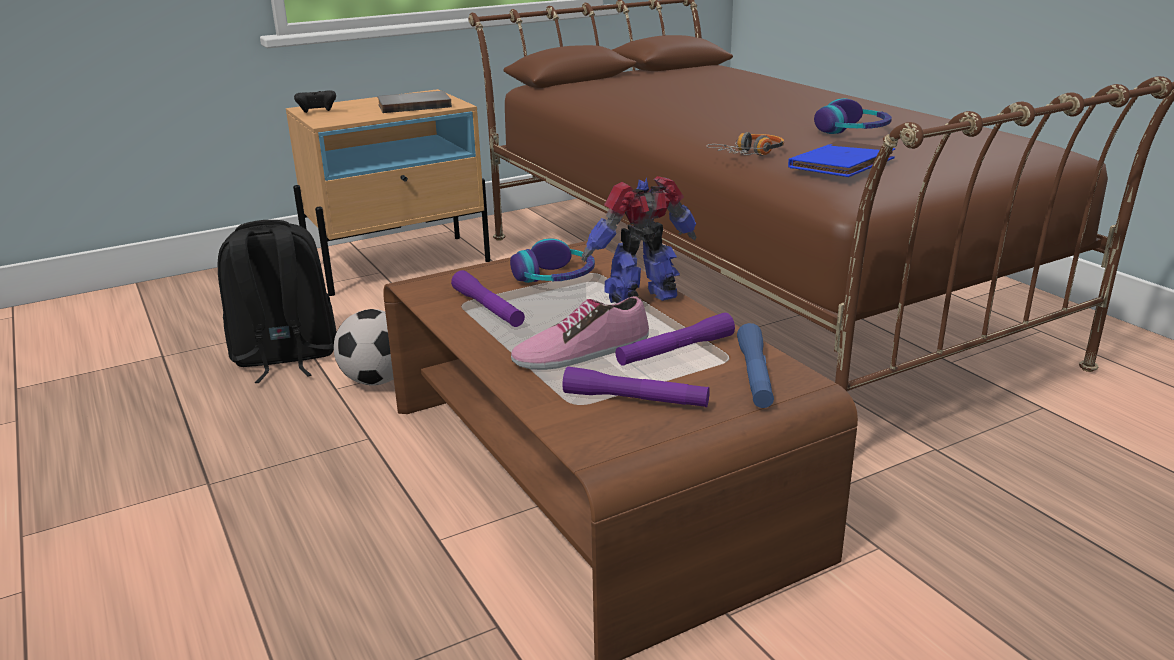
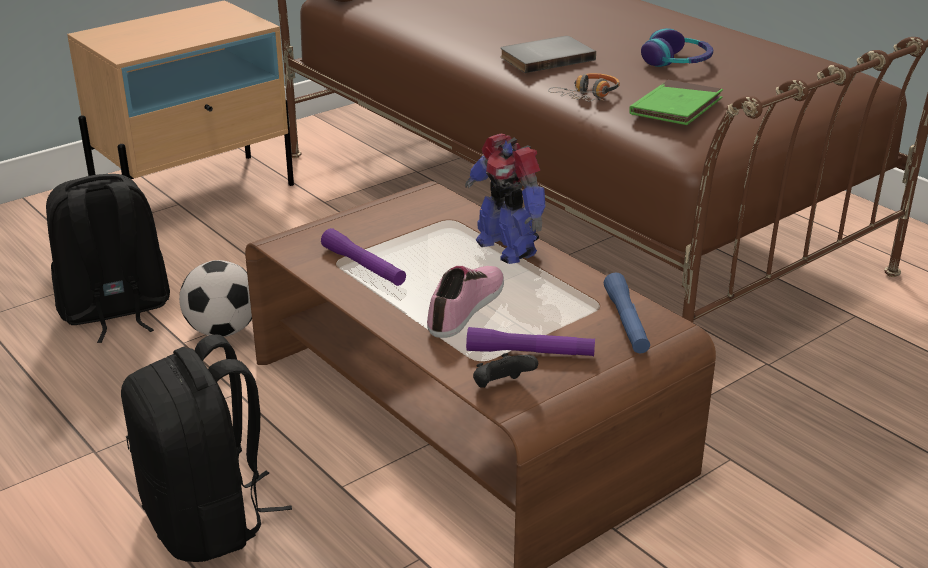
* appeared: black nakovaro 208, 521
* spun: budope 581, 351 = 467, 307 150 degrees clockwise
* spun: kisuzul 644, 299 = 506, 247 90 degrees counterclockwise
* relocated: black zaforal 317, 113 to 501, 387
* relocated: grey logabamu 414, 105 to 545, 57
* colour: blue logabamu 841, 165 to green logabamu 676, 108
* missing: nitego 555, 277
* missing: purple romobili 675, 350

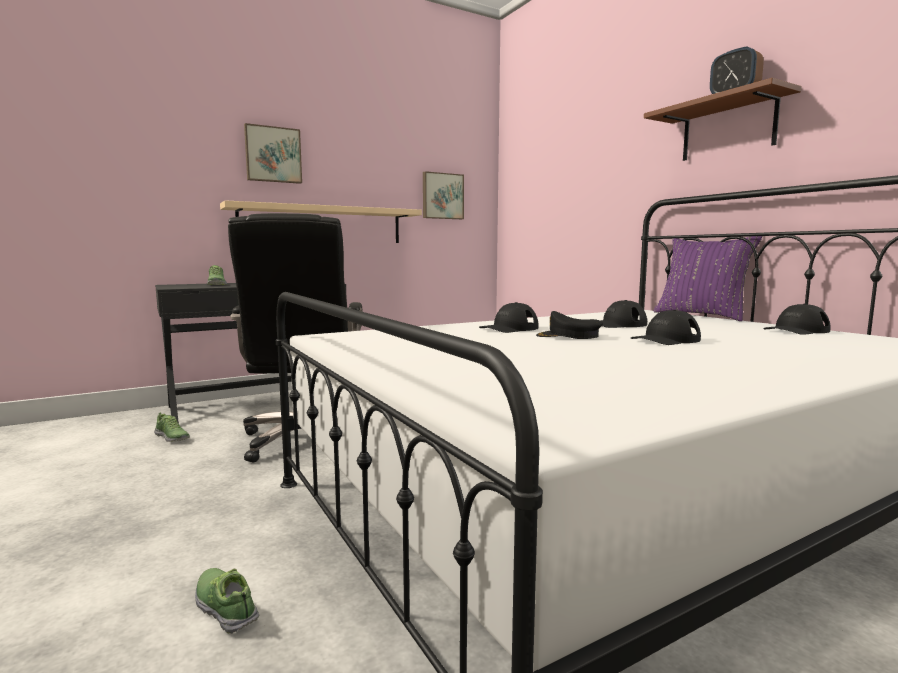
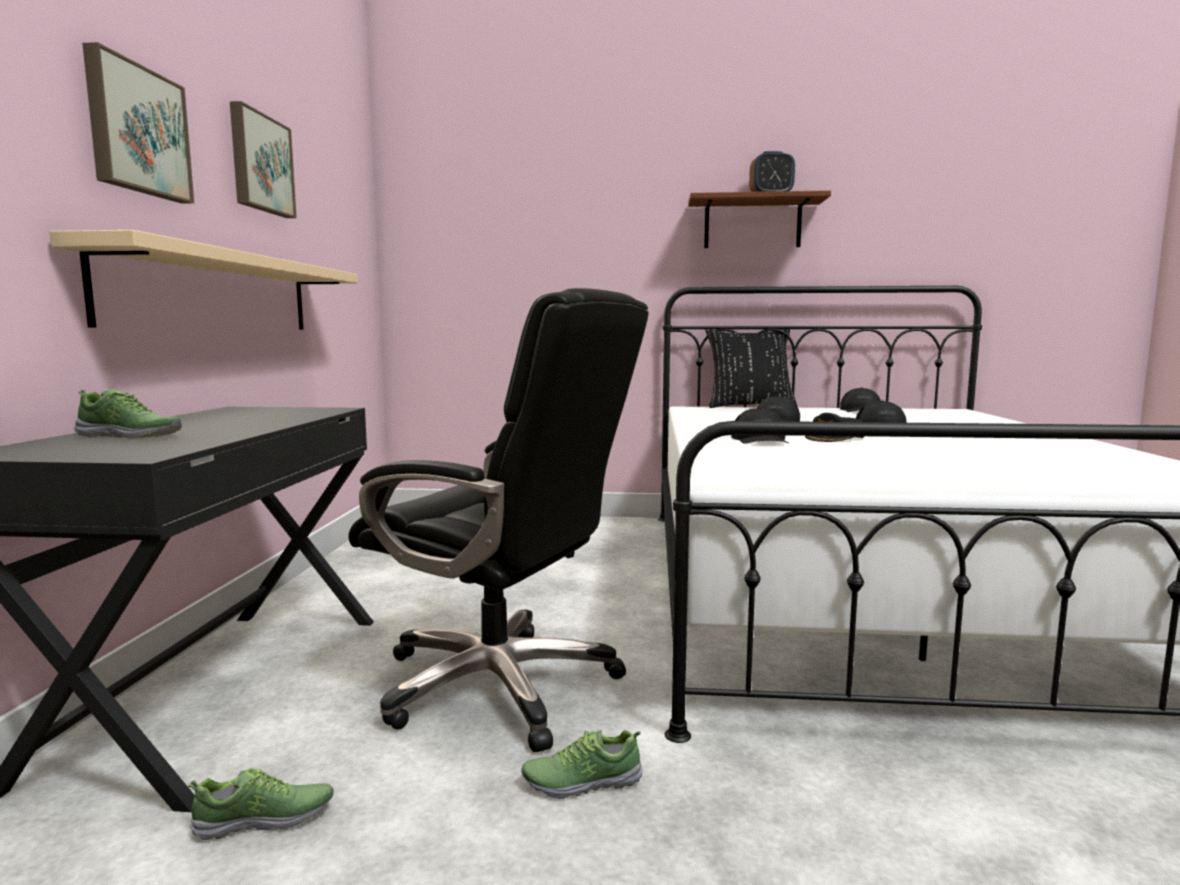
* relocated: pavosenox 442, 196 to 260, 164
* relocated: budope 226, 607 to 582, 781
* colour: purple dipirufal 701, 316 to black dipirufal 749, 407

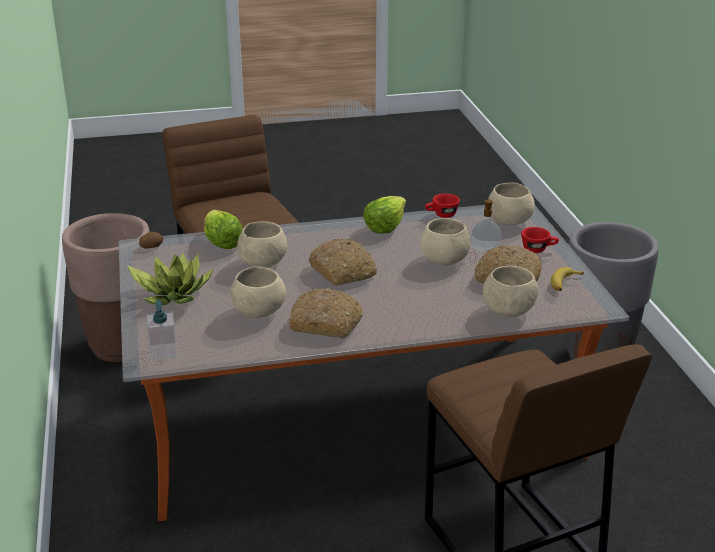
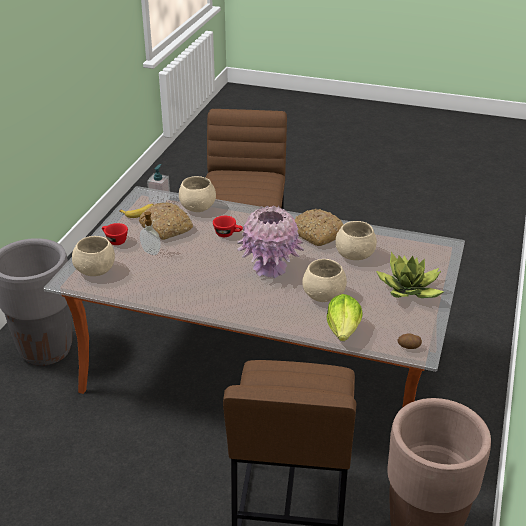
* relocated: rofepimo 163, 351 to 159, 199
* relocated: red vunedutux 441, 215 to 228, 234
* exchanged: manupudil 343, 271 to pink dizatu 270, 268
* missing: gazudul 385, 226
* missing: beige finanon 445, 260

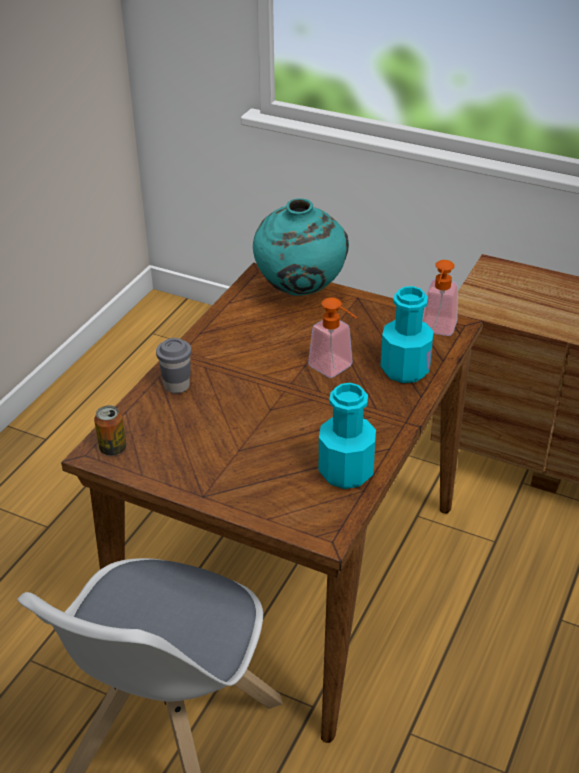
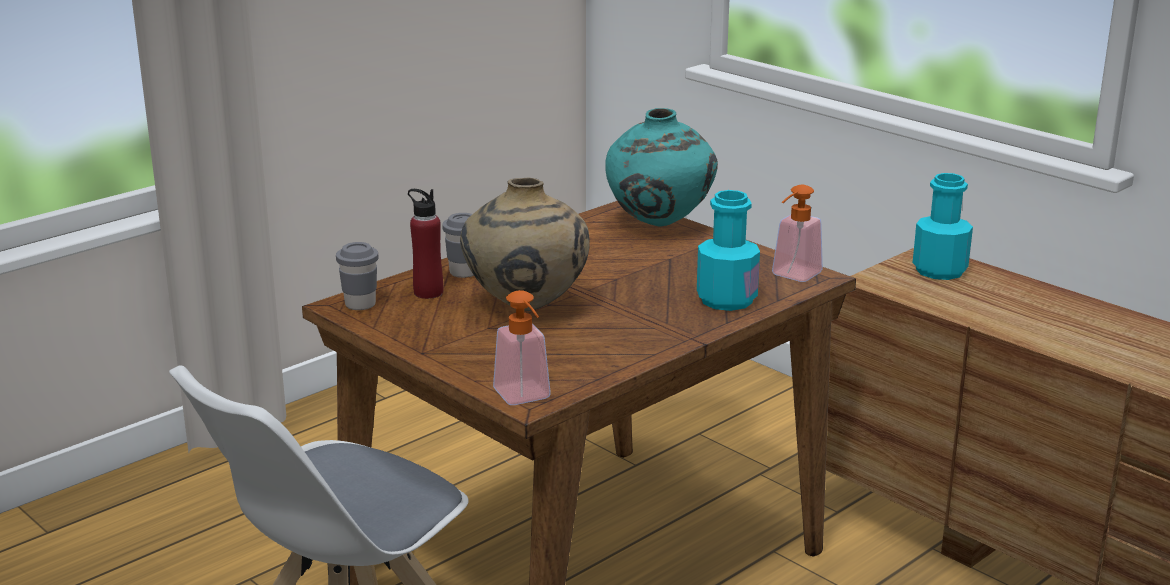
* exchanged: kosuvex 113, 448 to grey vunedutux 360, 304
* appeared: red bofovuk 428, 292
* appeared: beige dizatu 525, 308
* relocated: rofepimo 335, 369 to 525, 398
* relocated: turquoise bofovuk 346, 472 to 939, 270

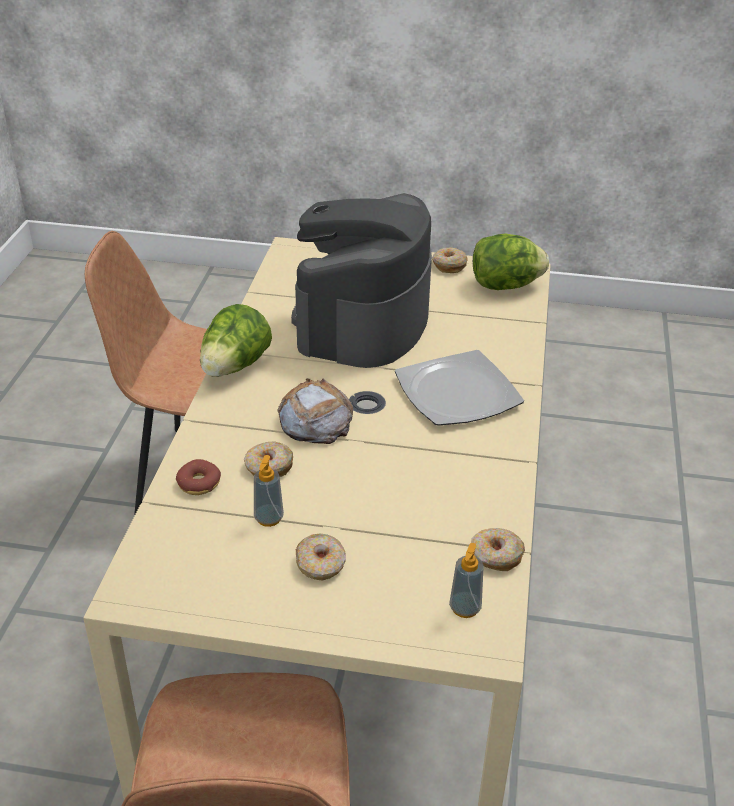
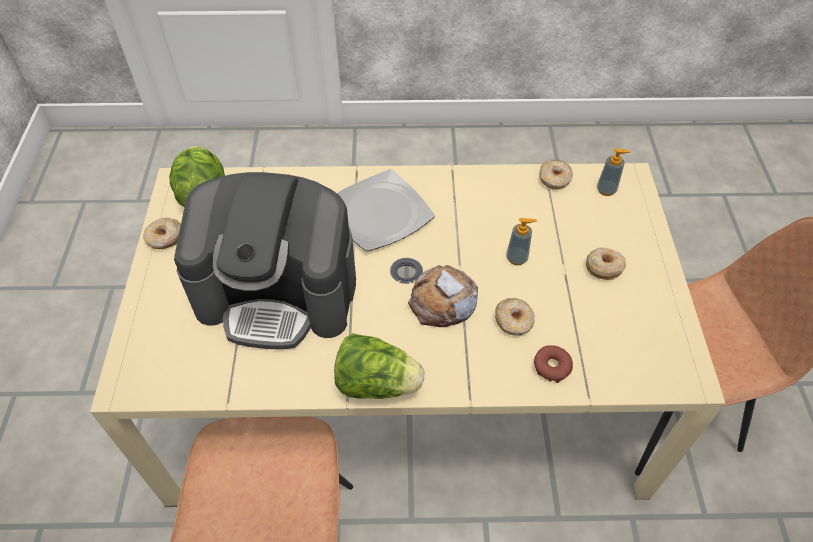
* relocated: rofepimo 268, 518 to 517, 258

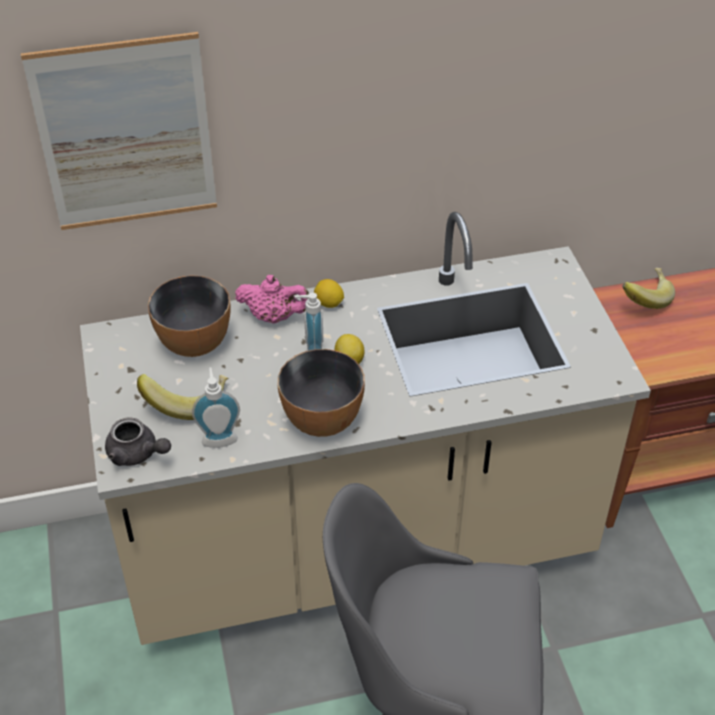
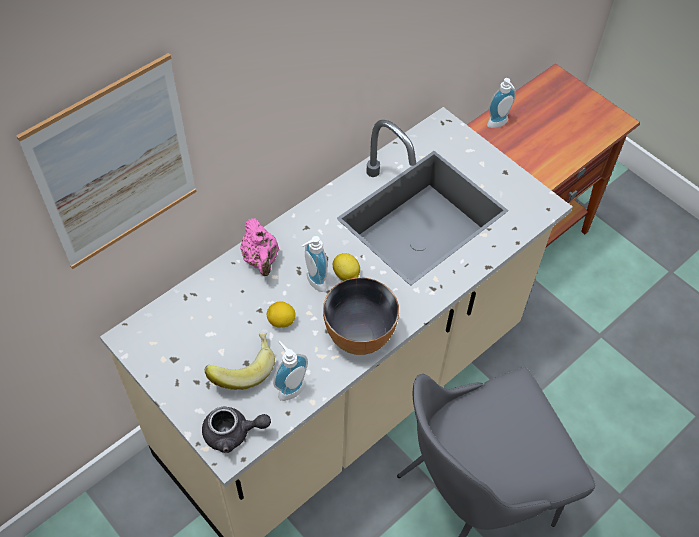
* spun: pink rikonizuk 274, 317 = 261, 260 90 degrees clockwise
* relocated: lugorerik 328, 304 to 281, 321
* exchanged: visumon 643, 298 to rofepimo 499, 124
* missing: finanon 194, 342

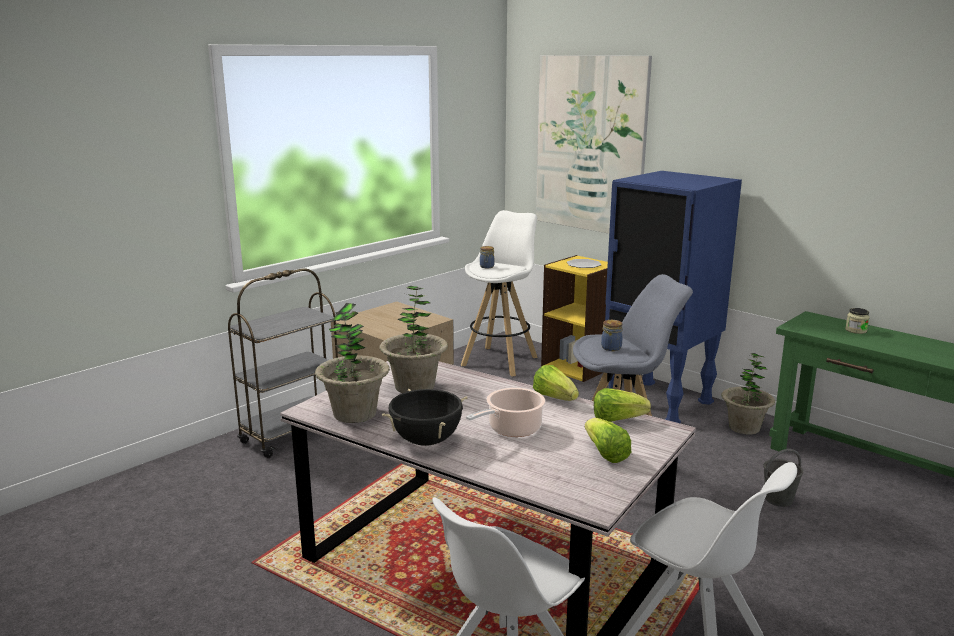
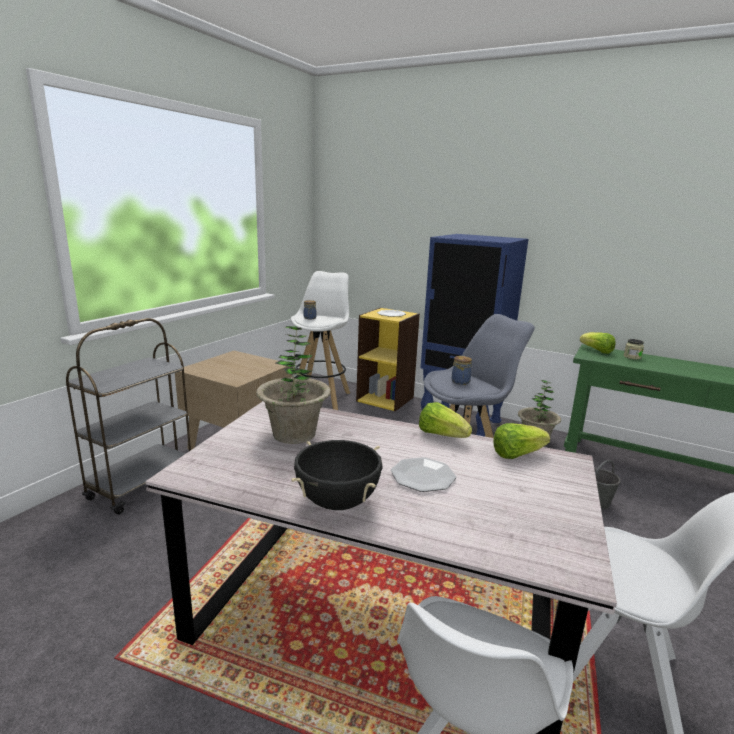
* exchanged: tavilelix 512, 429 to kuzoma 422, 476
* relocated: gazudul 605, 454 to 597, 351
* missing: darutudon 354, 413
* missing: pavosenox 590, 144

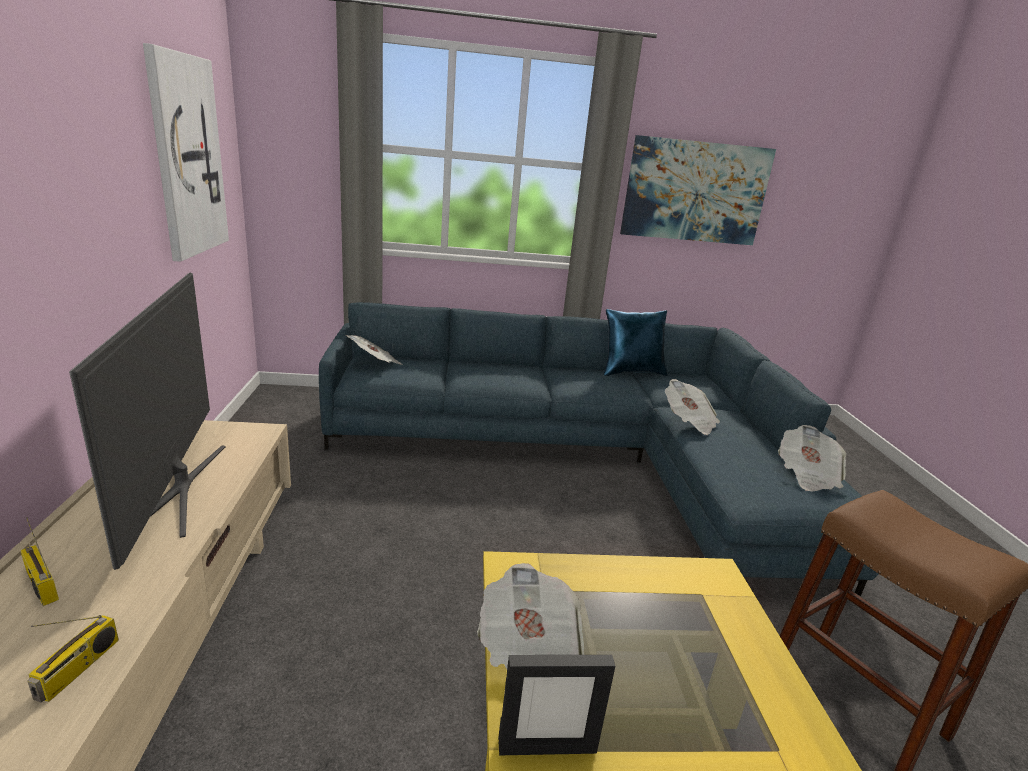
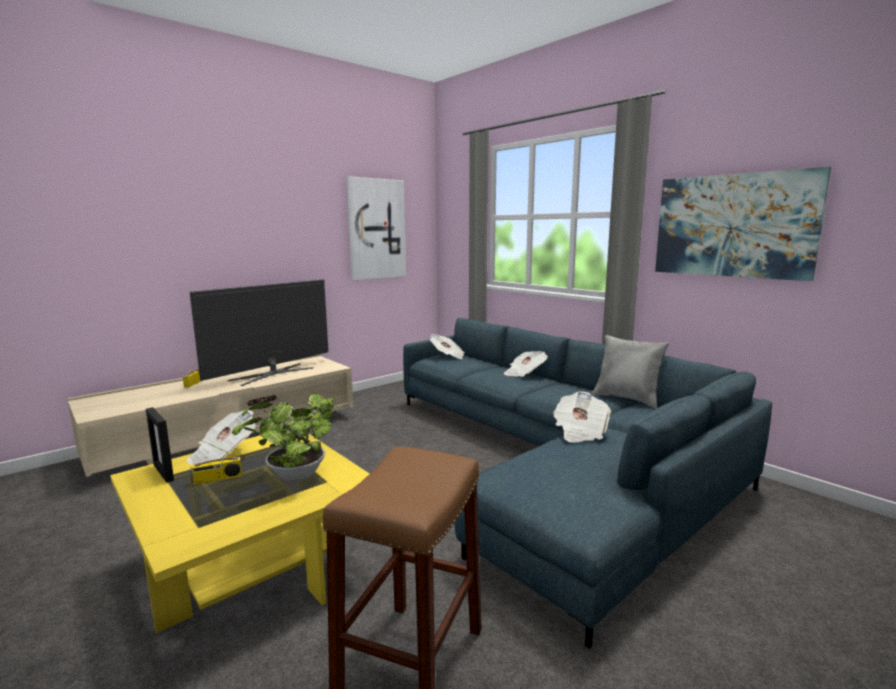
* relocated: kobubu 78, 669 to 217, 479
* appeared: darutudon 293, 477
* relocated: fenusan 807, 475 to 524, 373
* colour: blue dipirufal 631, 372 to grey dipirufal 627, 399

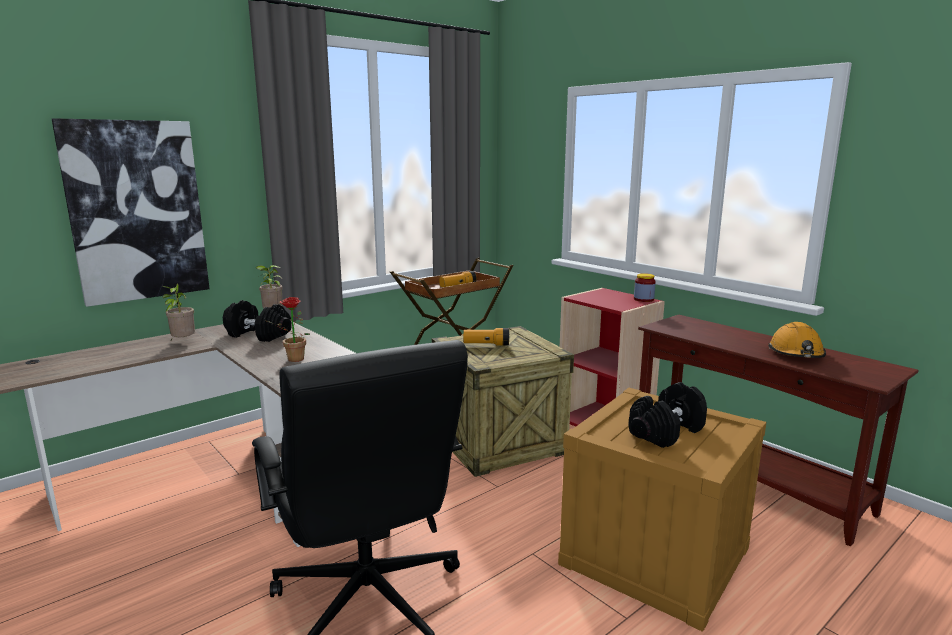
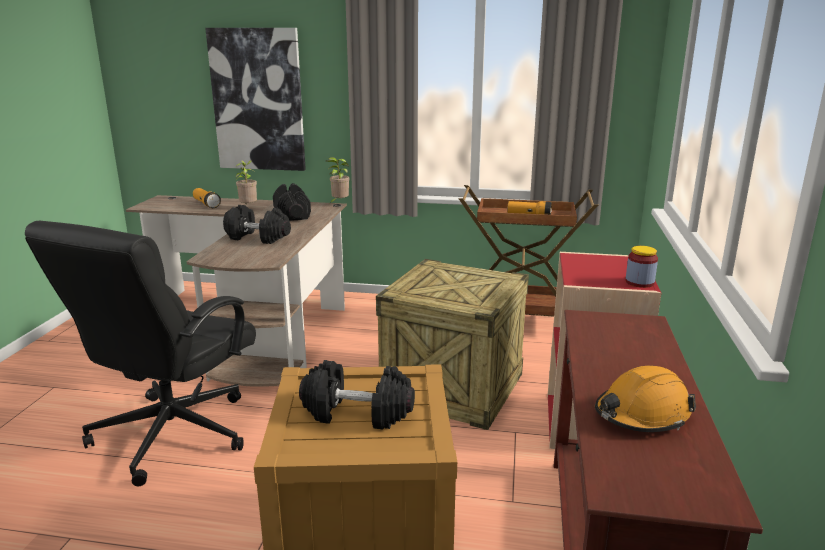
* relocated: romobili 486, 345 to 206, 204
* exchanged: darutudon 292, 360 to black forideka 258, 238

